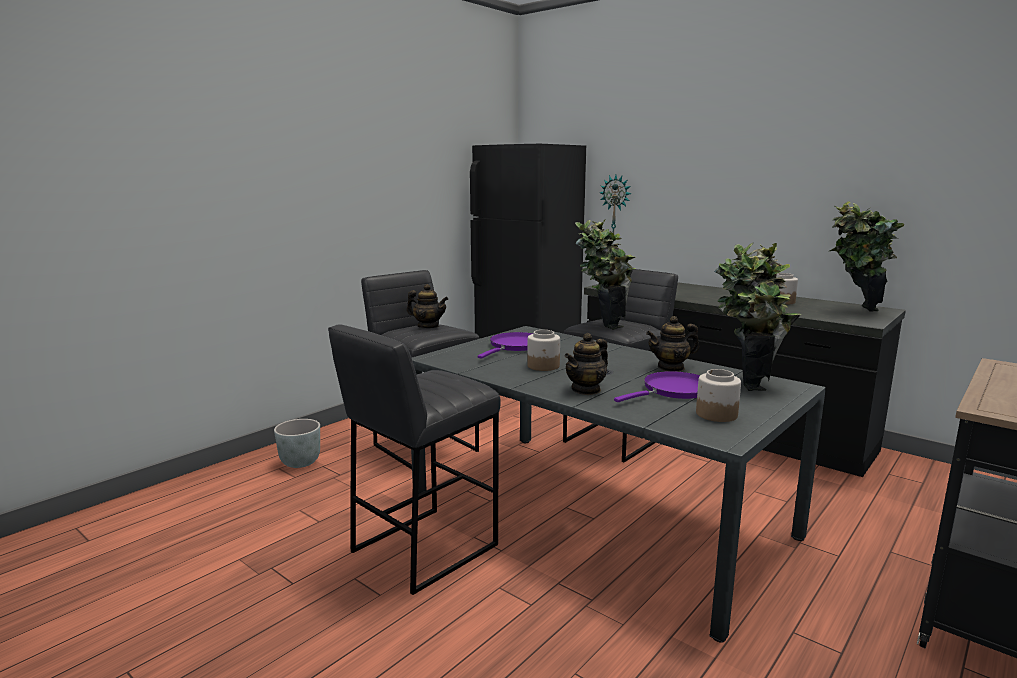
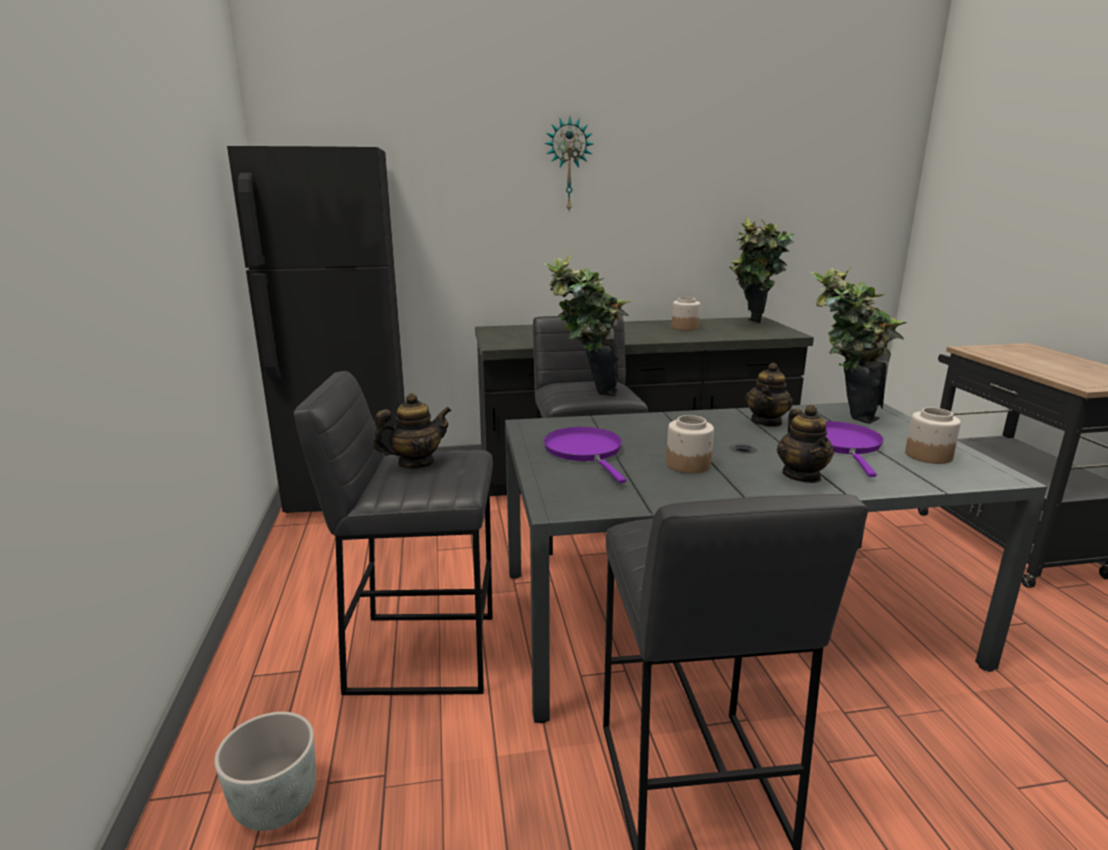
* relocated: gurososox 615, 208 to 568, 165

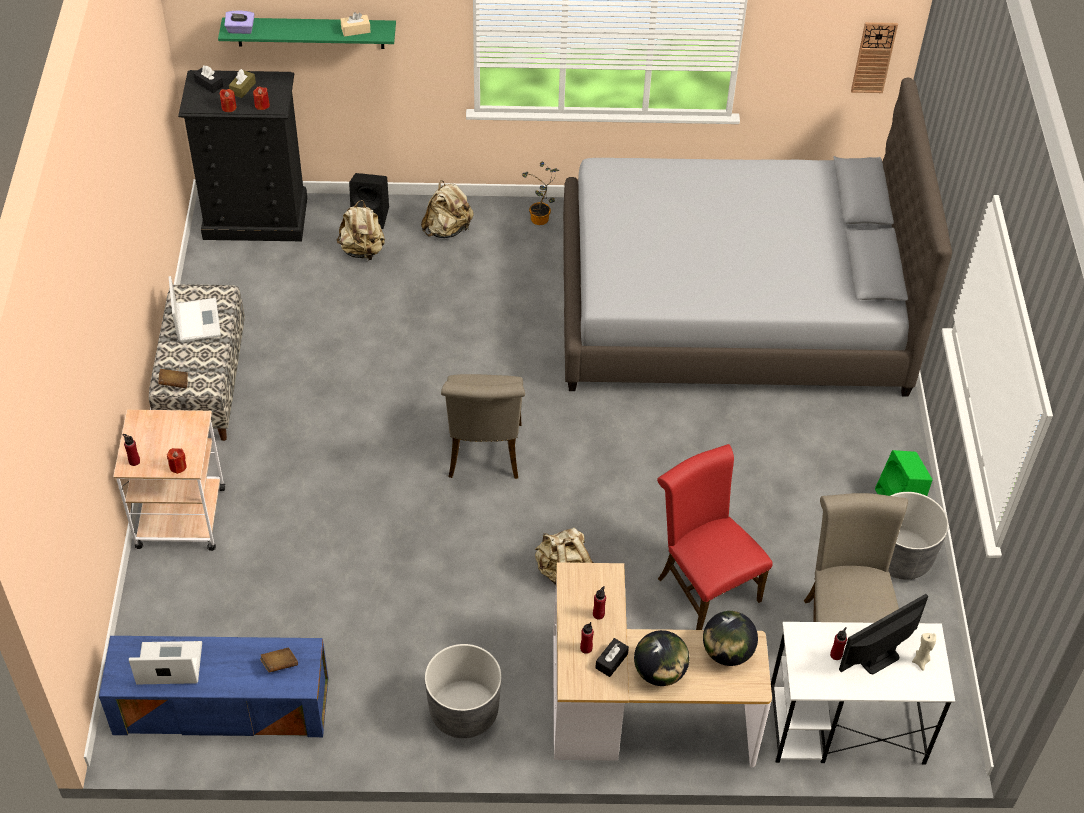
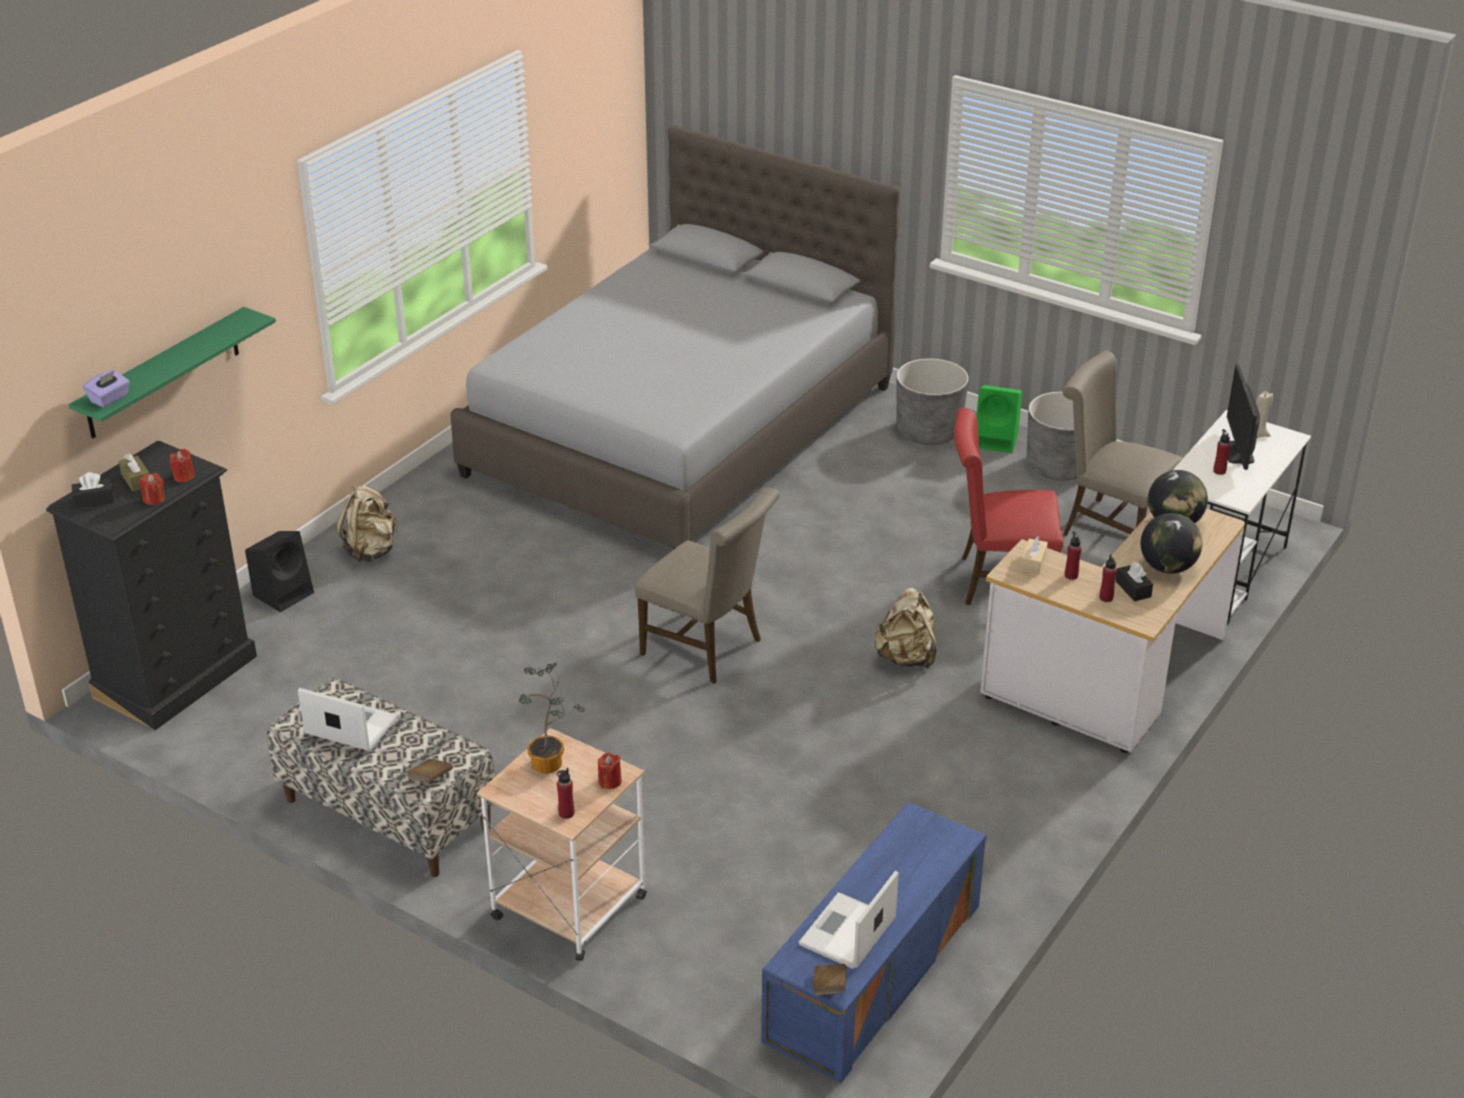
* relocated: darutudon 540, 221 to 551, 764
* relocated: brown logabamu 279, 664 to 829, 987
* relocated: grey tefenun 464, 711 to 928, 431
* relocated: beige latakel 355, 30 to 1033, 563
* missing: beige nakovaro 362, 250
* missing: gurososox 873, 57

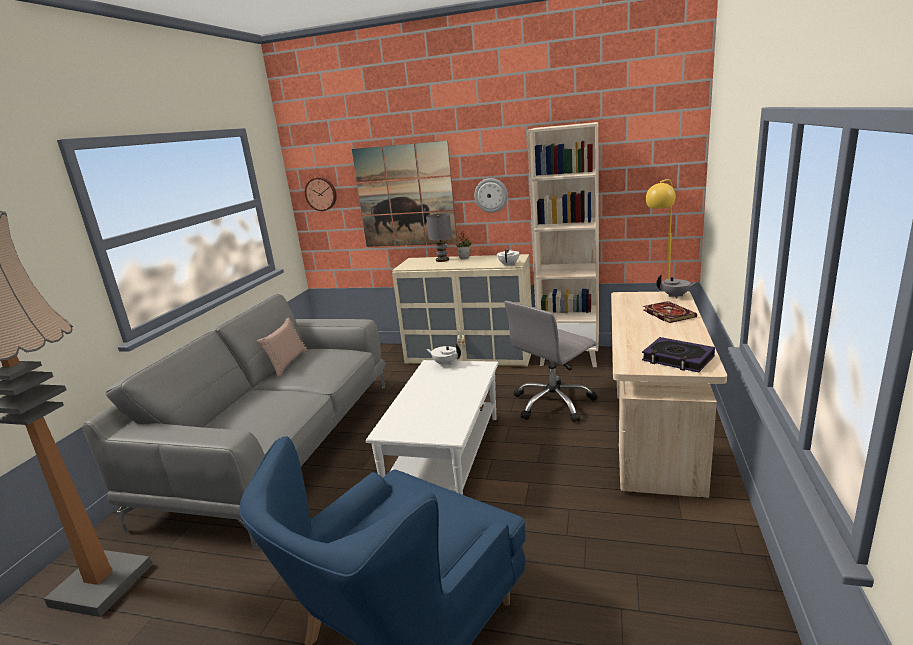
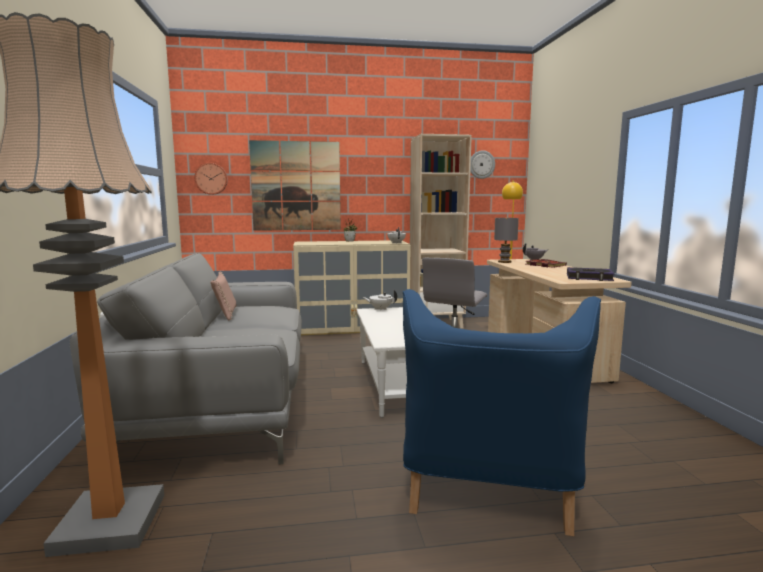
* relocated: gurososox 491, 195 to 481, 164
* relocated: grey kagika 442, 260 to 504, 262

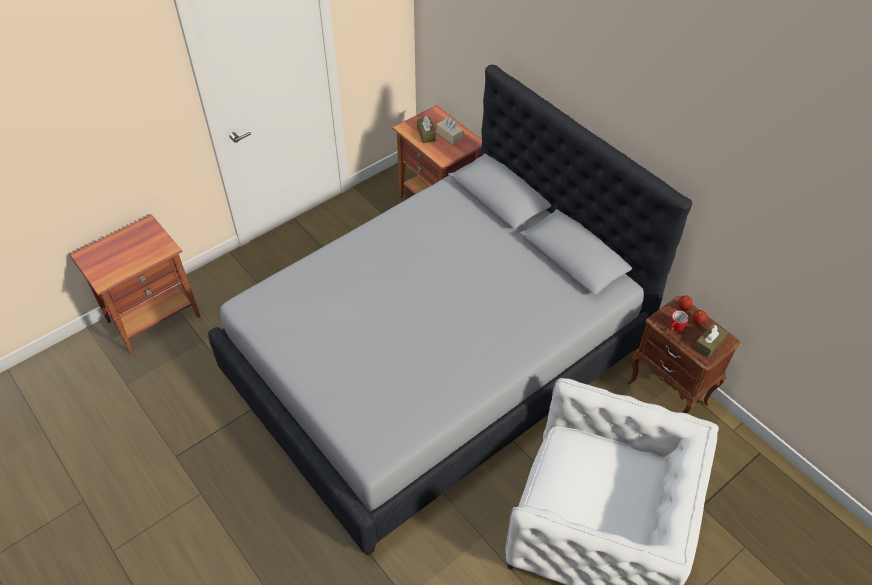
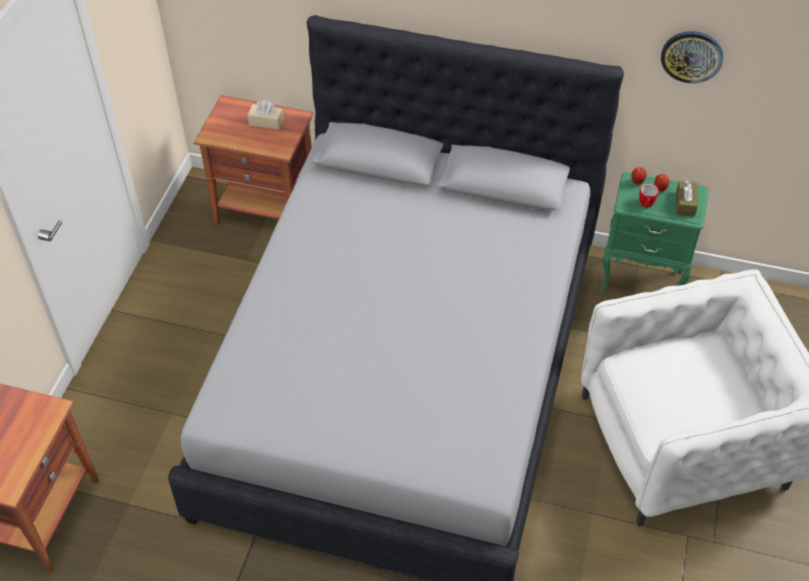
* colour: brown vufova 668, 394 to green vufova 642, 281
* appeared: gurososox 691, 56
* missing: brown latakel 426, 134

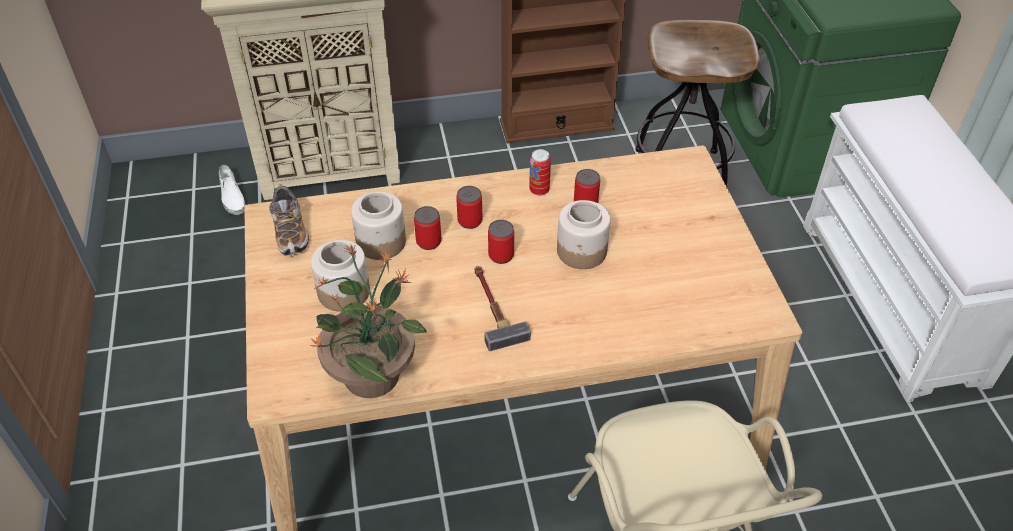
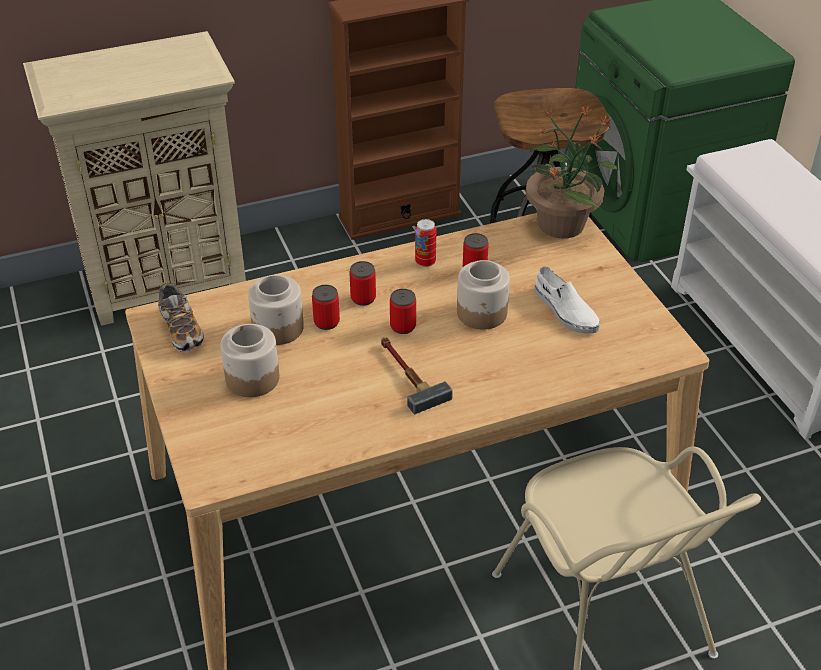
* relocated: darutudon 373, 374 to 561, 223
* relocated: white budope 232, 196 to 565, 310

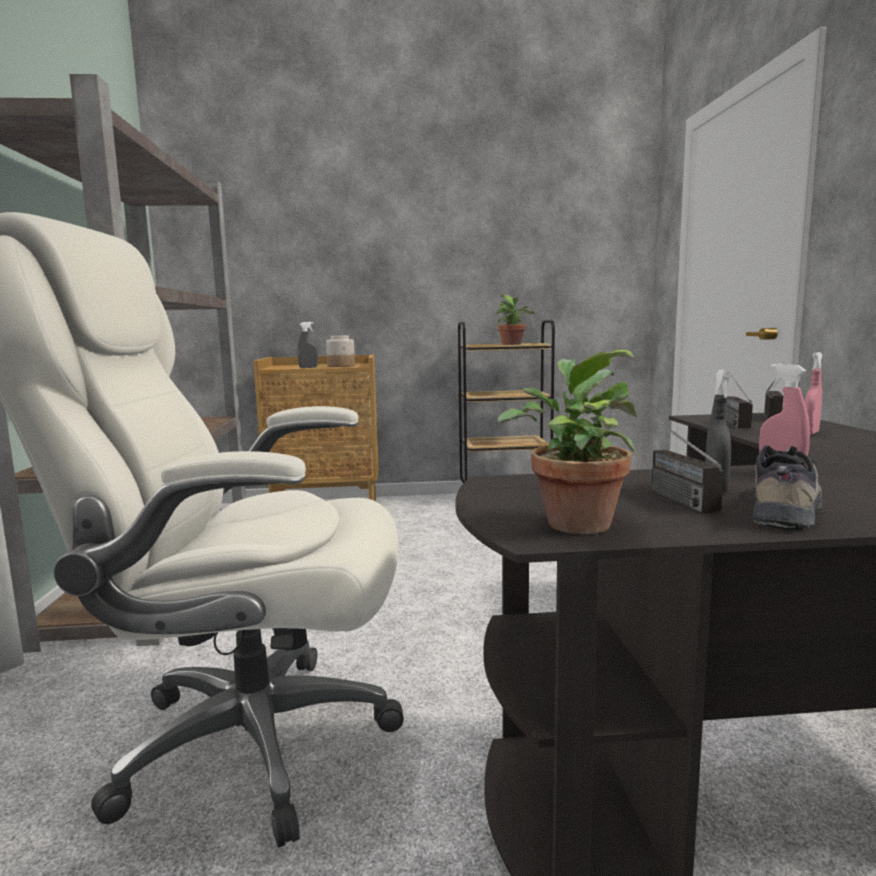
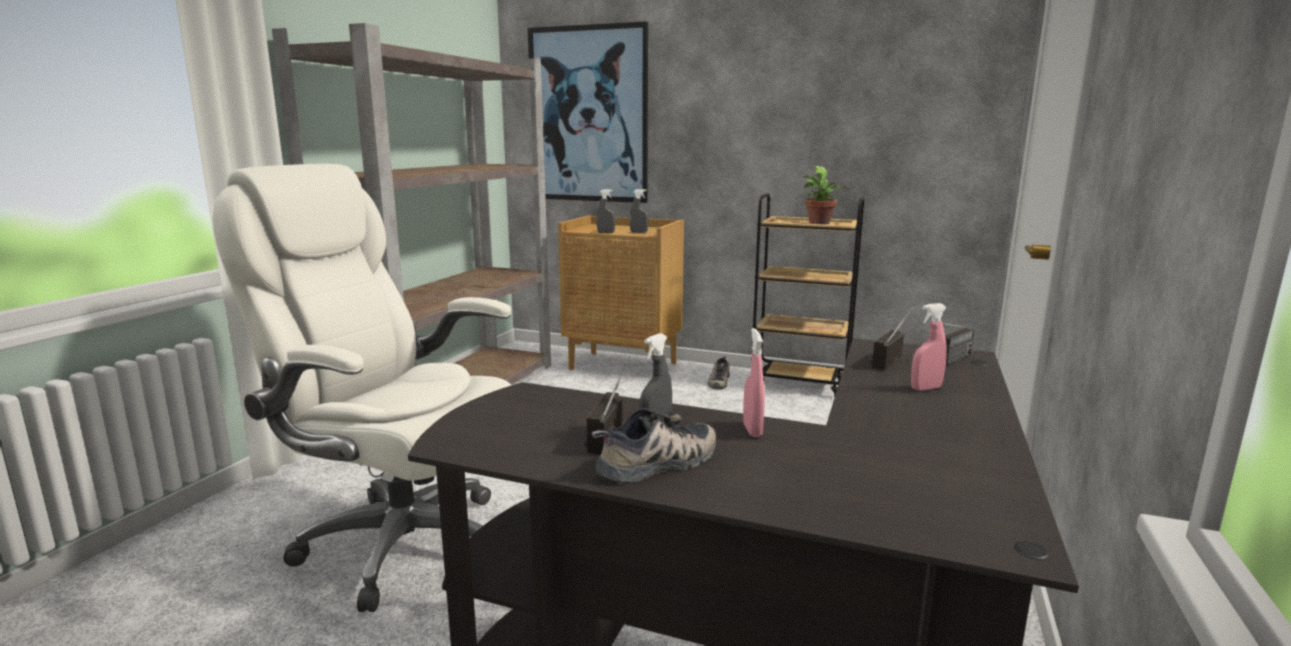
* appeared: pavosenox 588, 115
* exchanged: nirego 341, 366 to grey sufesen 639, 232
* appeared: budope 718, 381
* missing: darutudon 573, 521

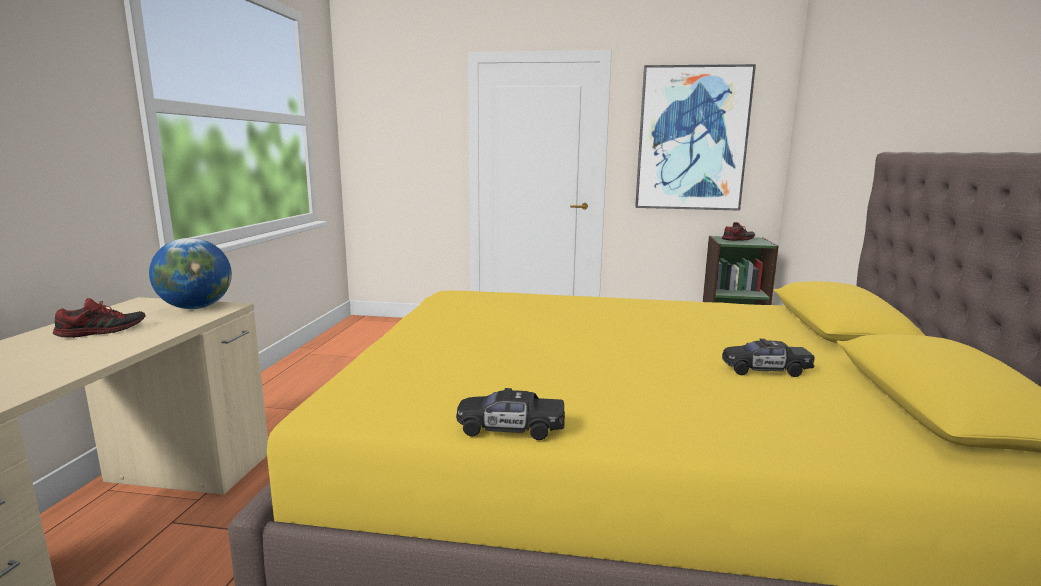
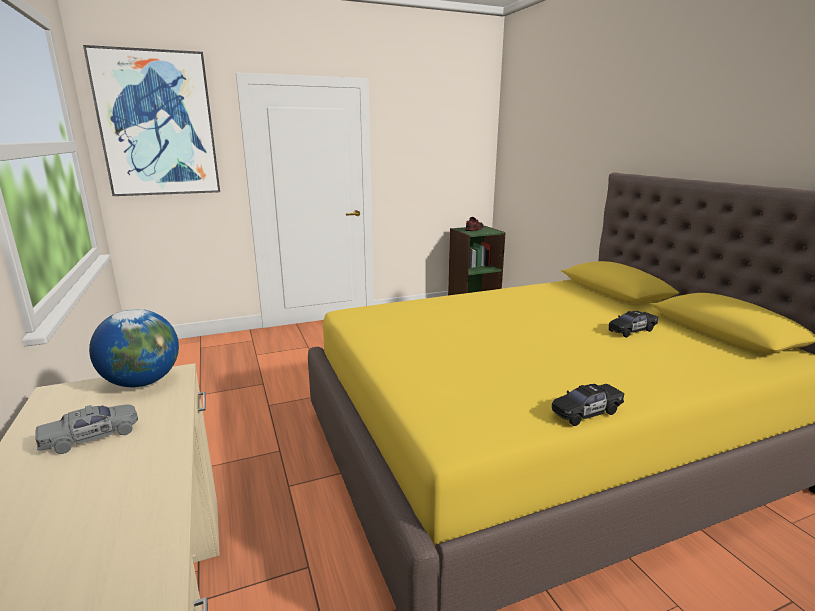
* exchanged: budope 102, 331 to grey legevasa 91, 437
* relocated: pavosenox 691, 139 to 157, 124

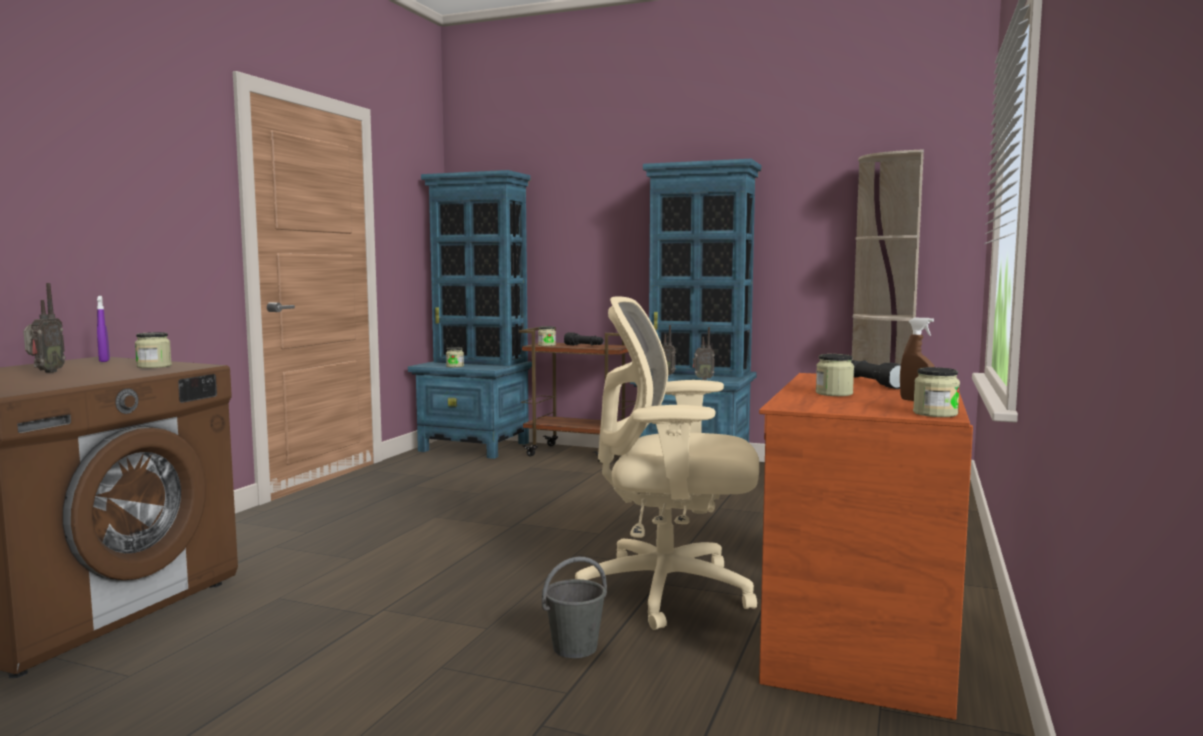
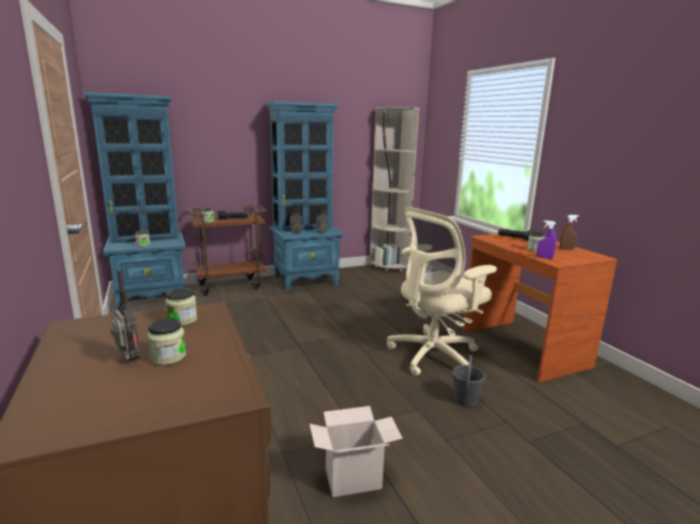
* relocated: nirego 935, 413 to 168, 357
* appeared: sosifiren 354, 478
* relocated: purple sufesen 104, 361 to 544, 257

